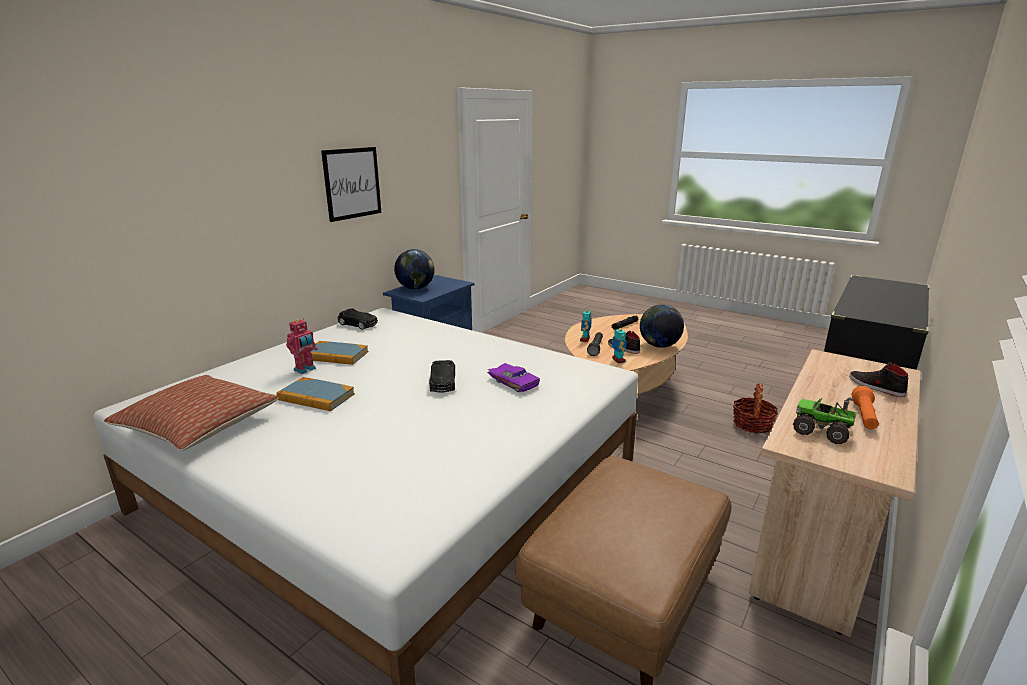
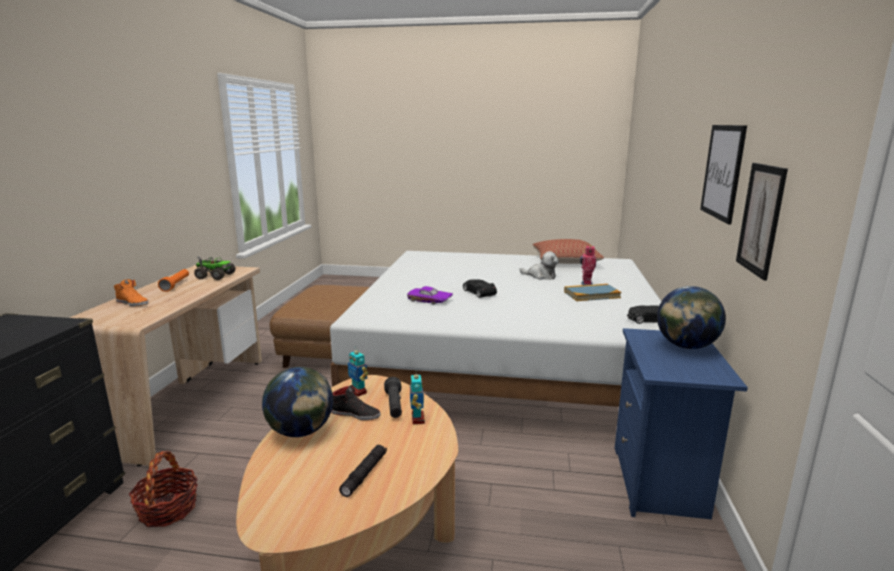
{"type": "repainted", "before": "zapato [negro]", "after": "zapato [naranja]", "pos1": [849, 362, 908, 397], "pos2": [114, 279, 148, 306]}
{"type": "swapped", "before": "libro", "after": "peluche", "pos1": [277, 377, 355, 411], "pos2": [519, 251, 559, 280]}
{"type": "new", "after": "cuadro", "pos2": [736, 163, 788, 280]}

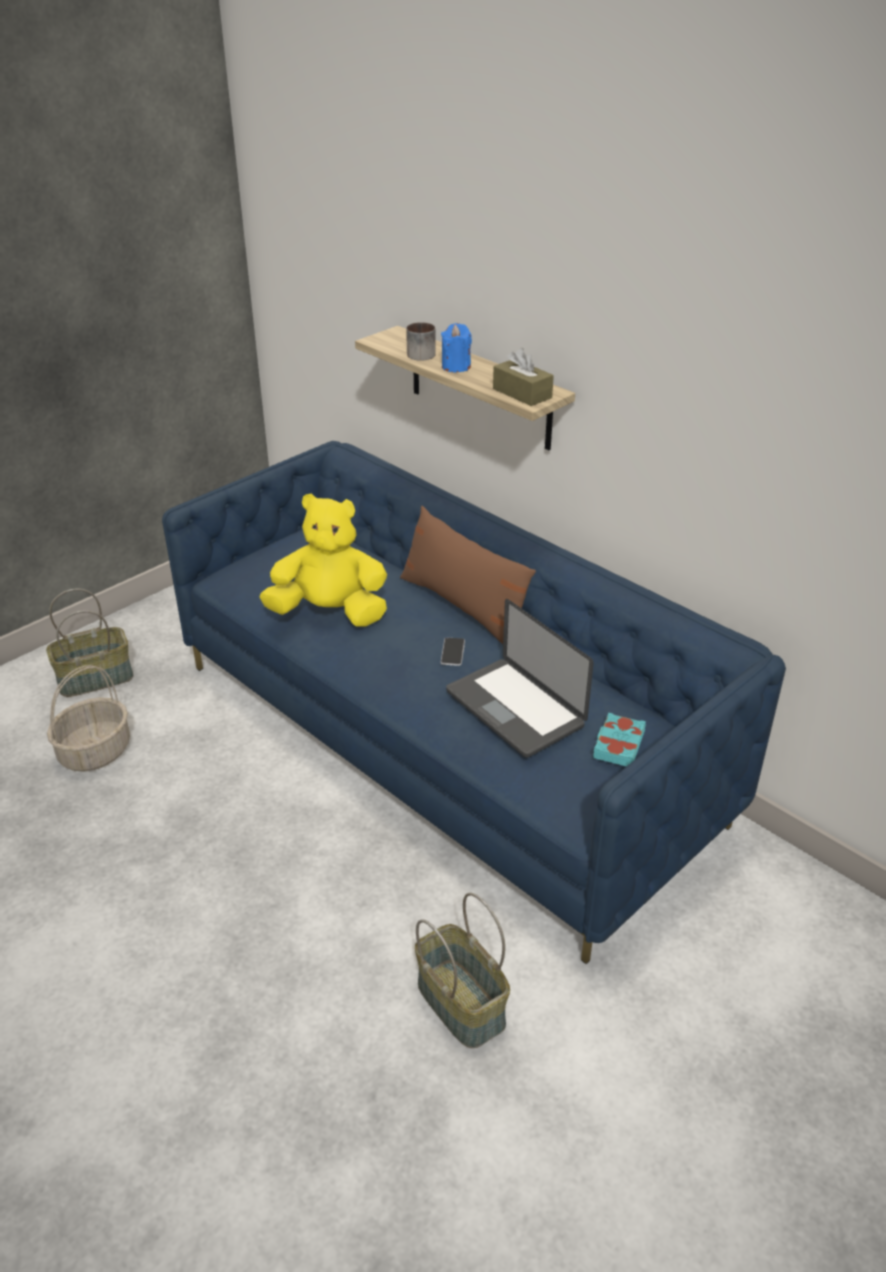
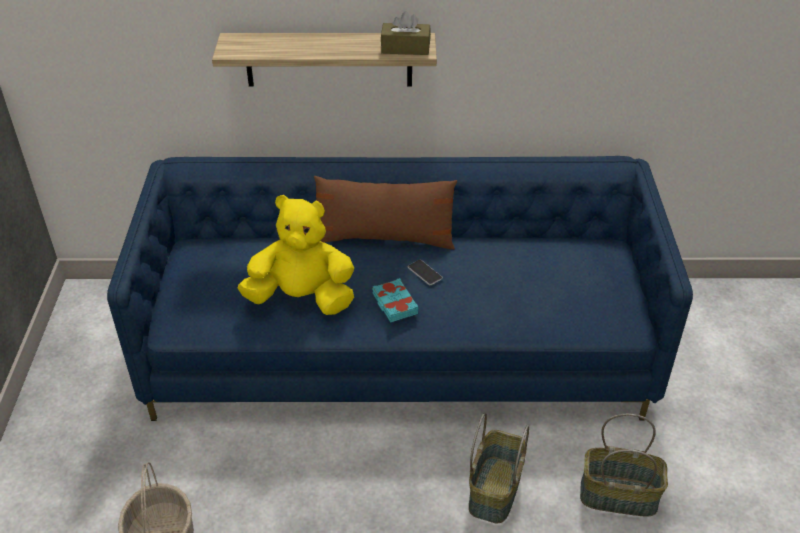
{"type": "gone", "before": "taza grande", "pos1": [406, 322, 436, 361]}
{"type": "gone", "before": "vela [azul]", "pos1": [441, 323, 472, 372]}
{"type": "rotated", "before": "peluche [amarillo]", "pos1": [259, 494, 387, 626], "pos2": [238, 195, 354, 315], "turn": 45}
{"type": "shifted", "before": "cesta", "pos1": [46, 589, 134, 697], "pos2": [469, 413, 530, 524]}
{"type": "gone", "before": "portátil", "pos1": [446, 599, 594, 758]}
{"type": "shifted", "before": "libro [turquesa]", "pos1": [593, 713, 646, 767], "pos2": [372, 278, 419, 323]}

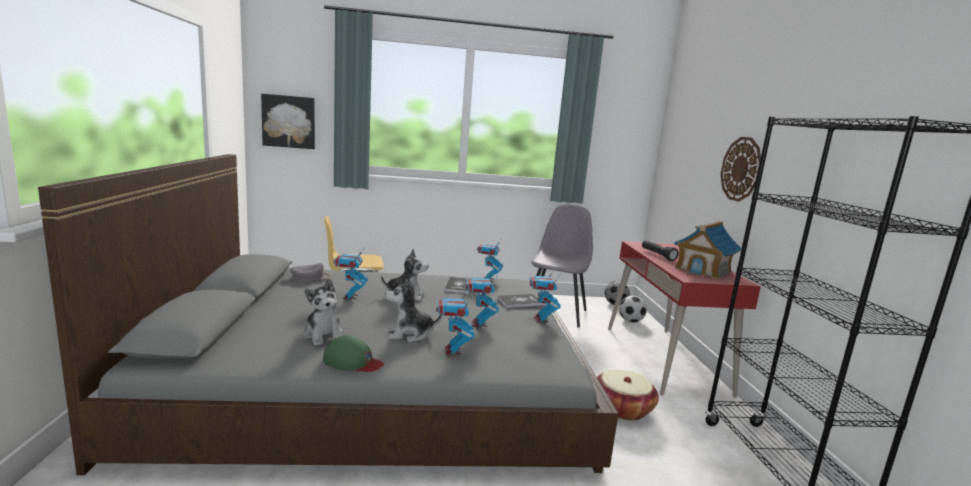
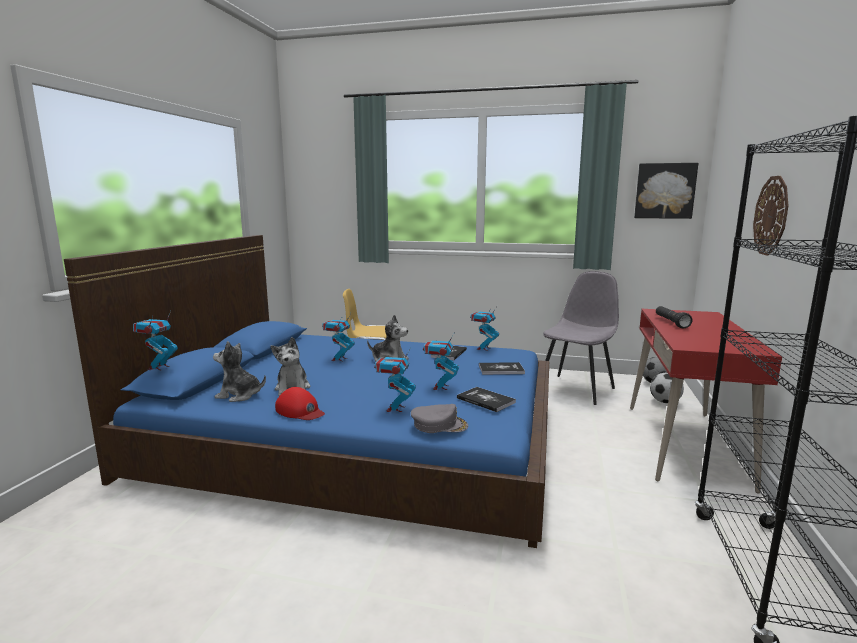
{"type": "shifted", "before": "cuadro", "pos1": [261, 94, 315, 149], "pos2": [634, 163, 698, 219]}
{"type": "repainted", "before": "cama [gris]", "after": "cama [azul]", "pos1": [38, 154, 619, 475], "pos2": [64, 235, 549, 548]}
{"type": "gone", "before": "casita", "pos1": [674, 221, 742, 279]}
{"type": "shifted", "before": "gorra [gris]", "pos1": [290, 263, 332, 282], "pos2": [411, 404, 468, 433]}
{"type": "shifted", "before": "robot de juguete", "pos1": [529, 268, 561, 323], "pos2": [133, 311, 178, 370]}
{"type": "shifted", "before": "peluche", "pos1": [385, 279, 442, 342], "pos2": [213, 341, 266, 402]}
{"type": "repainted", "before": "gorra [verde]", "after": "gorra [rojo]", "pos1": [323, 335, 384, 372], "pos2": [275, 387, 325, 420]}
{"type": "gone", "before": "cesta", "pos1": [597, 369, 659, 421]}
{"type": "new", "after": "libro", "pos2": [457, 387, 516, 412]}

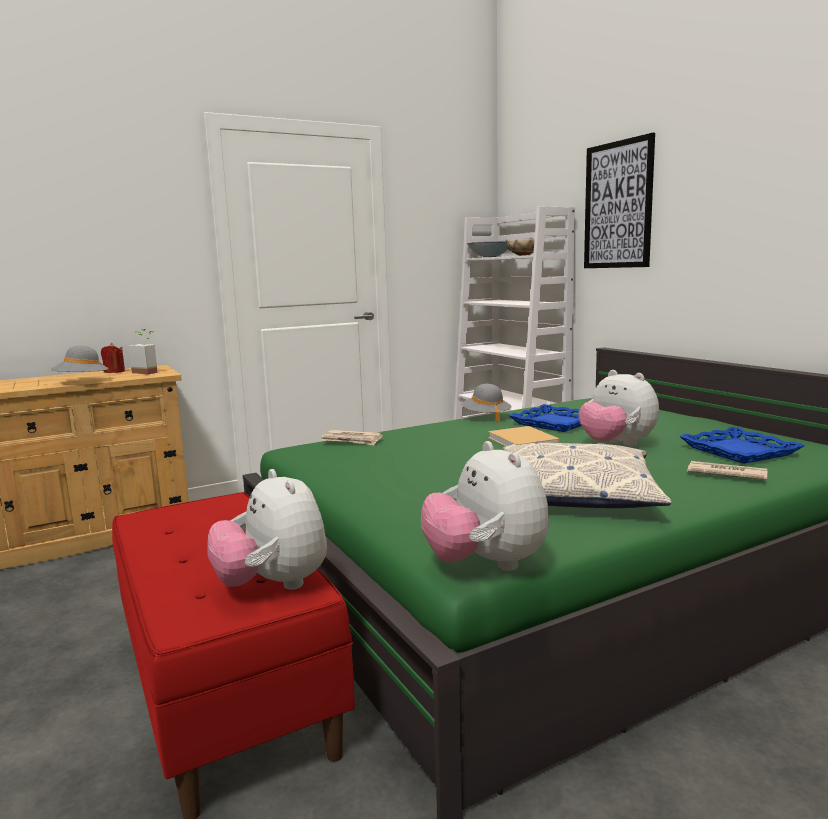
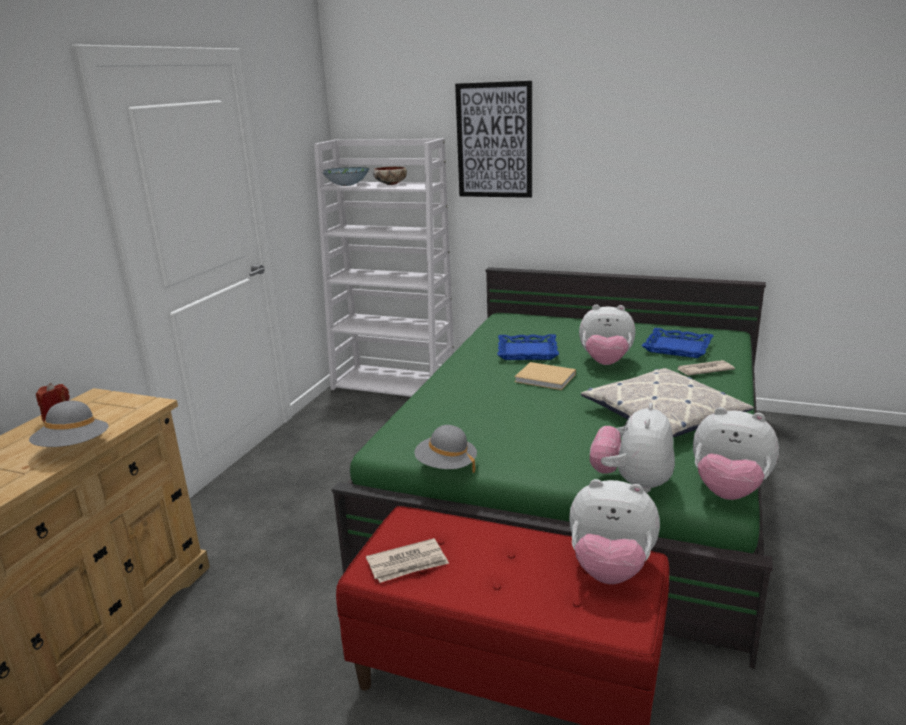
{"type": "gone", "before": "planta en maceta", "pos1": [129, 329, 158, 374]}
{"type": "shifted", "before": "sombrero [gris]", "pos1": [461, 384, 511, 423], "pos2": [414, 425, 477, 473]}
{"type": "shifted", "before": "periódico", "pos1": [321, 430, 383, 445], "pos2": [366, 538, 449, 583]}
{"type": "new", "after": "peluche", "pos2": [590, 403, 675, 493]}

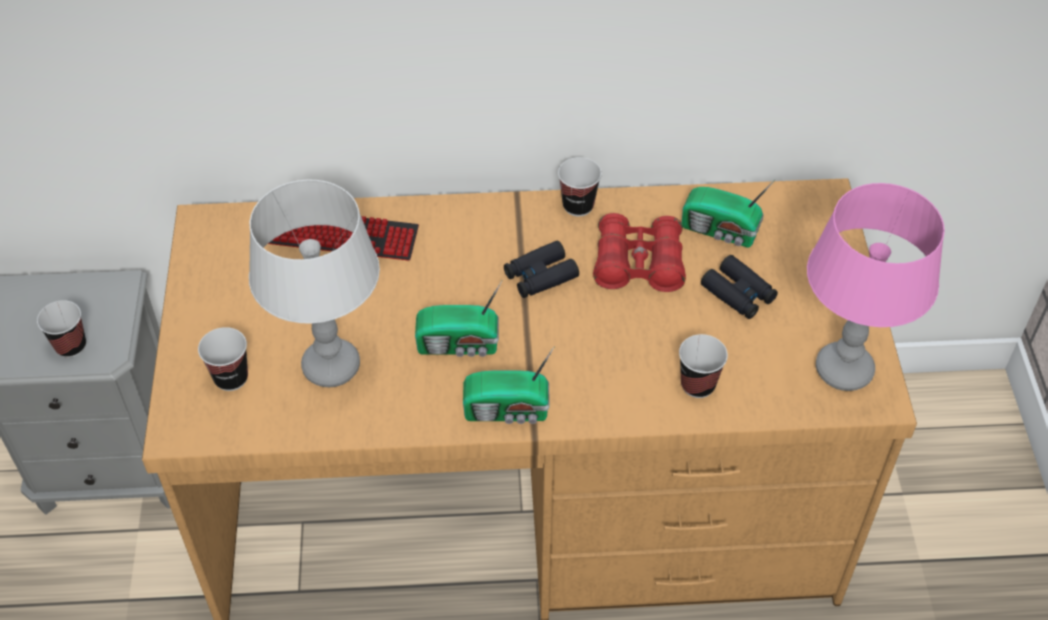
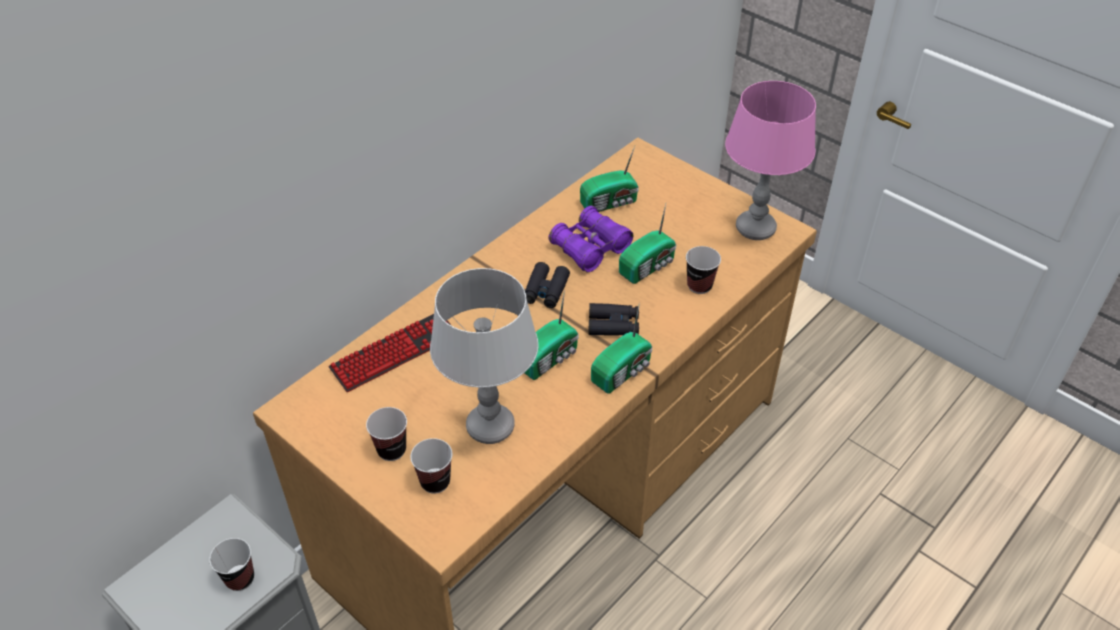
{"type": "shifted", "before": "taza", "pos1": [558, 157, 602, 216], "pos2": [366, 407, 407, 461]}
{"type": "repainted", "before": "prismáticos [rojo]", "after": "prismáticos [morado]", "pos1": [593, 213, 686, 292], "pos2": [549, 206, 633, 272]}
{"type": "shifted", "before": "prismáticos [negro]", "pos1": [701, 255, 778, 319], "pos2": [588, 303, 639, 335]}
{"type": "new", "after": "radio", "pos2": [619, 204, 676, 284]}

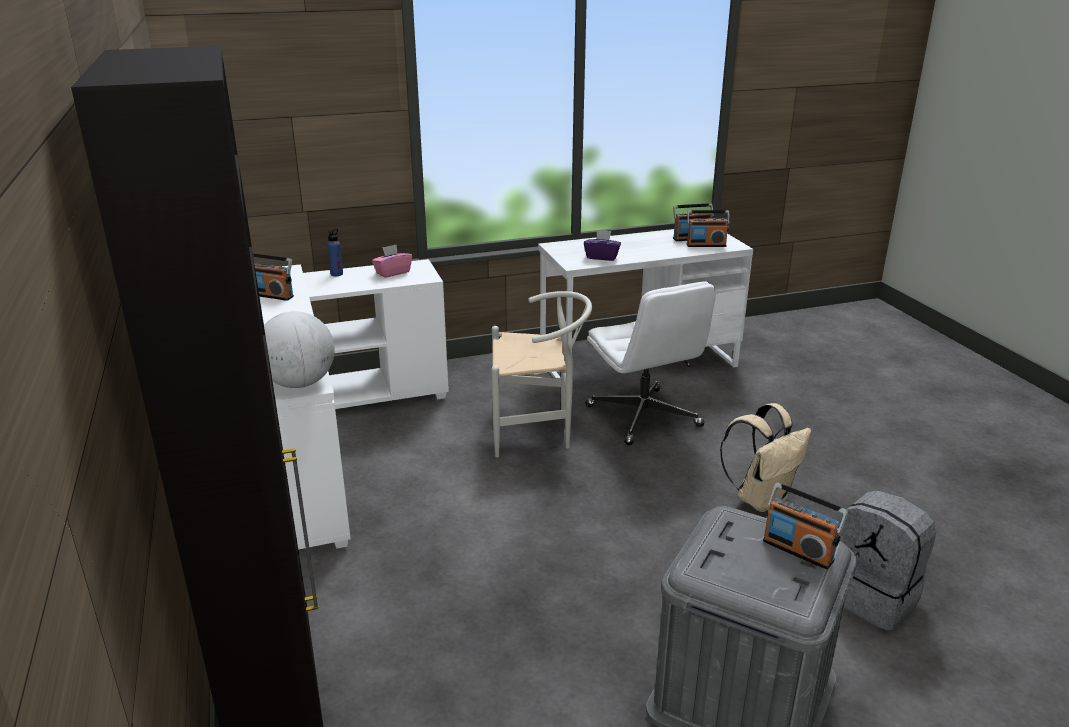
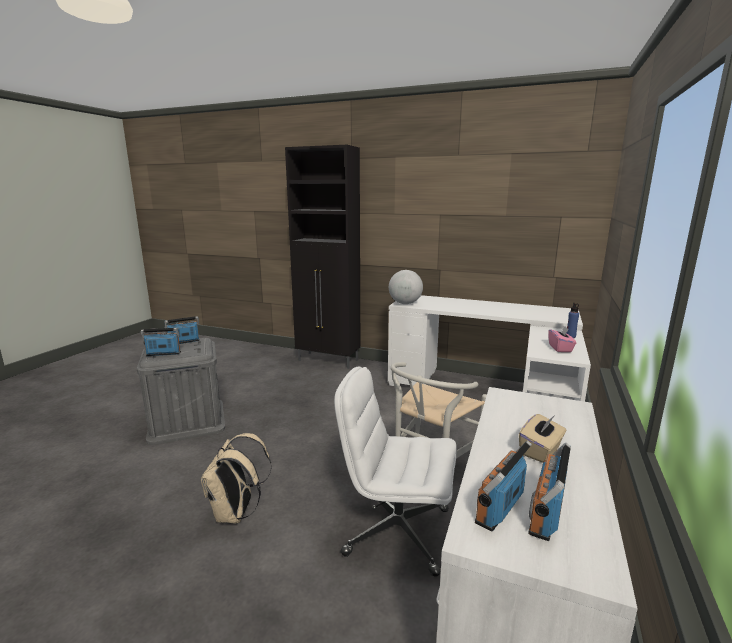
{"type": "gone", "before": "caja de pañuelos [morado]", "pos1": [584, 230, 621, 261]}
{"type": "shifted", "before": "radio", "pos1": [253, 254, 294, 301], "pos2": [165, 316, 200, 344]}
{"type": "gone", "before": "mochila [gris]", "pos1": [839, 490, 936, 631]}
{"type": "new", "after": "caja de pañuelos [beis]", "pos2": [519, 414, 567, 463]}

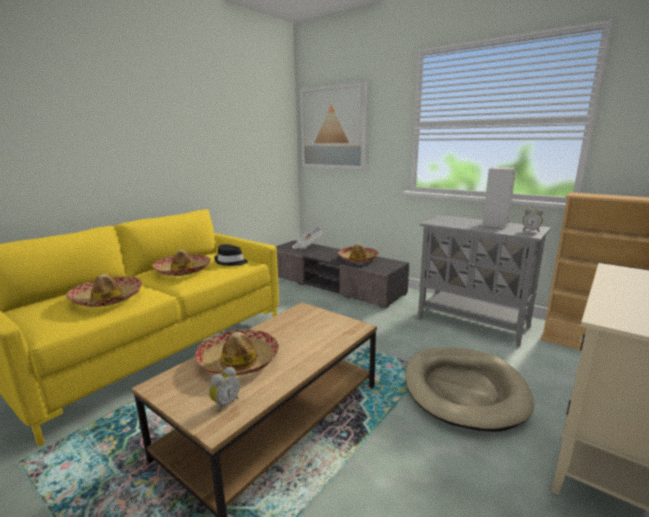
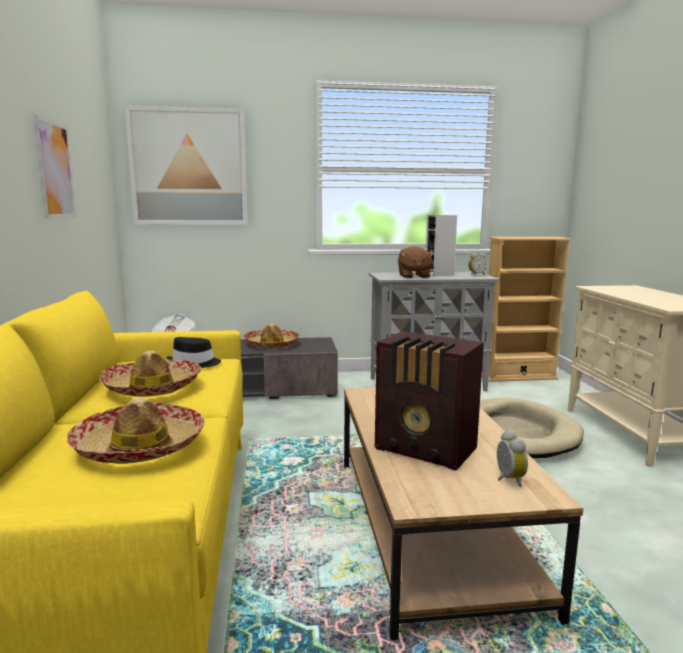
{"type": "swapped", "before": "sombrero", "after": "radio", "pos1": [195, 329, 279, 376], "pos2": [375, 331, 484, 471]}
{"type": "new", "after": "cuadro", "pos2": [33, 114, 77, 219]}
{"type": "new", "after": "peluche [marrón]", "pos2": [398, 246, 435, 278]}

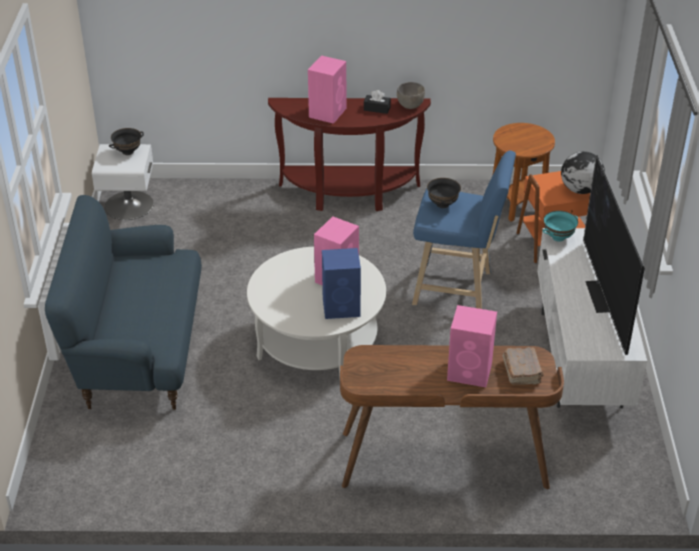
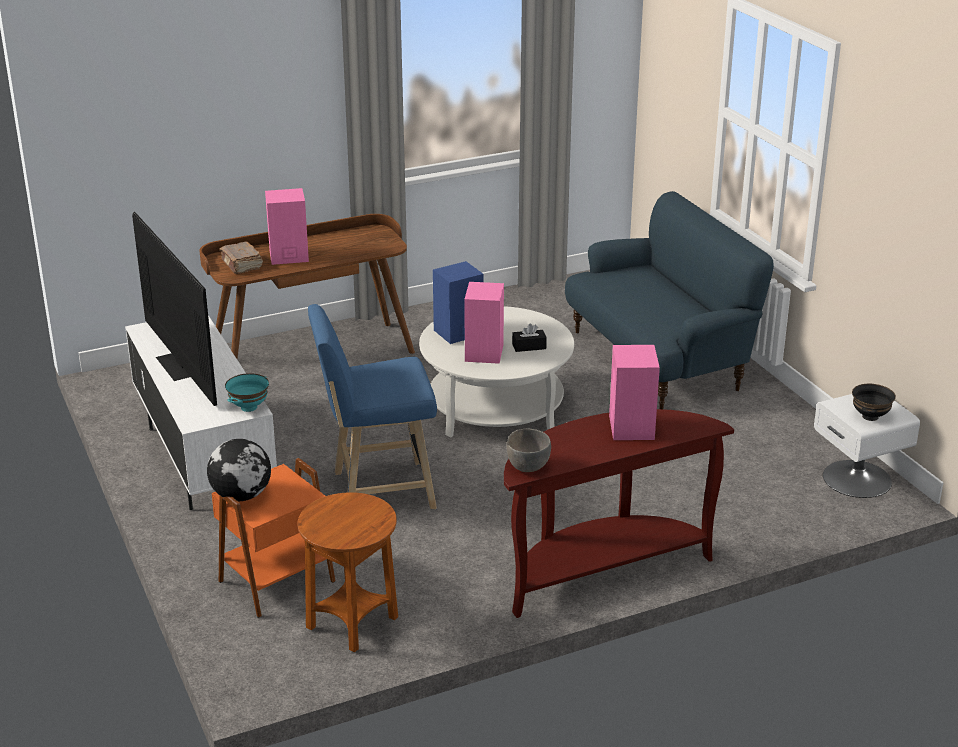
{"type": "shifted", "before": "caja de pañuelos [negro]", "pos1": [364, 90, 391, 114], "pos2": [512, 323, 547, 352]}
{"type": "gone", "before": "cuenco [negro]", "pos1": [427, 178, 461, 208]}

